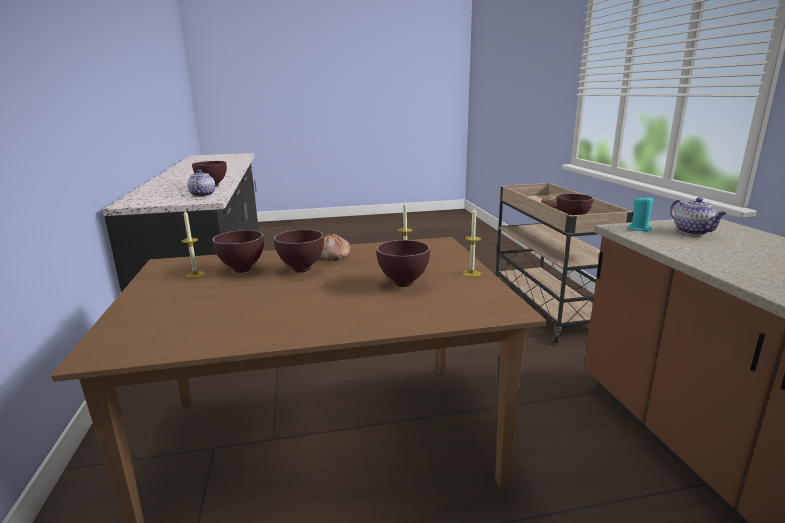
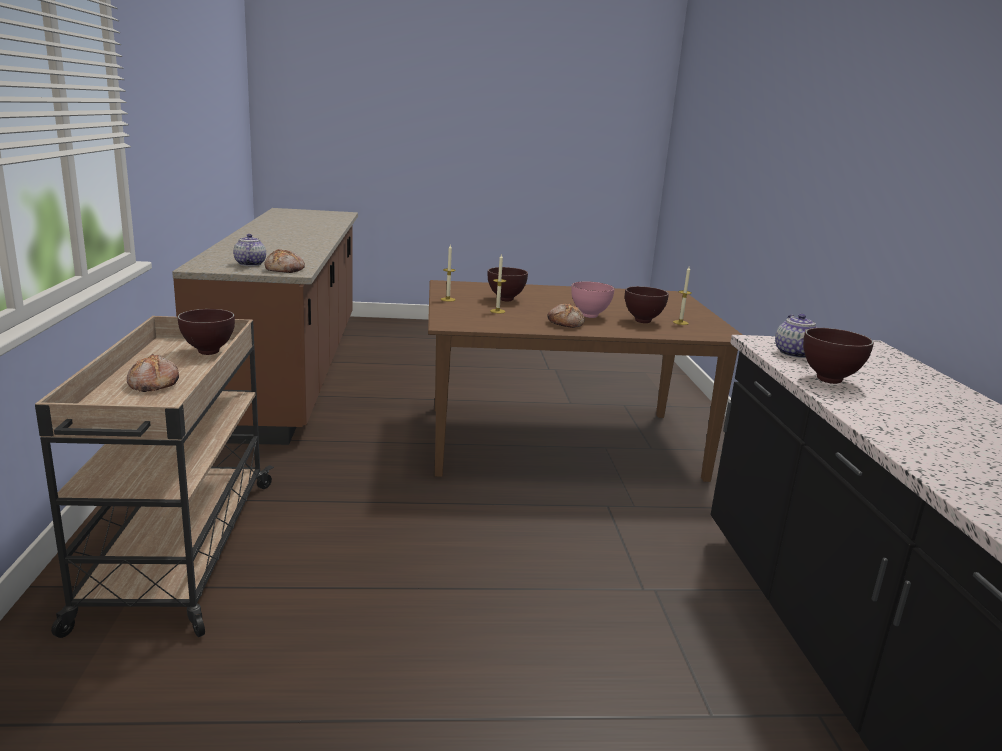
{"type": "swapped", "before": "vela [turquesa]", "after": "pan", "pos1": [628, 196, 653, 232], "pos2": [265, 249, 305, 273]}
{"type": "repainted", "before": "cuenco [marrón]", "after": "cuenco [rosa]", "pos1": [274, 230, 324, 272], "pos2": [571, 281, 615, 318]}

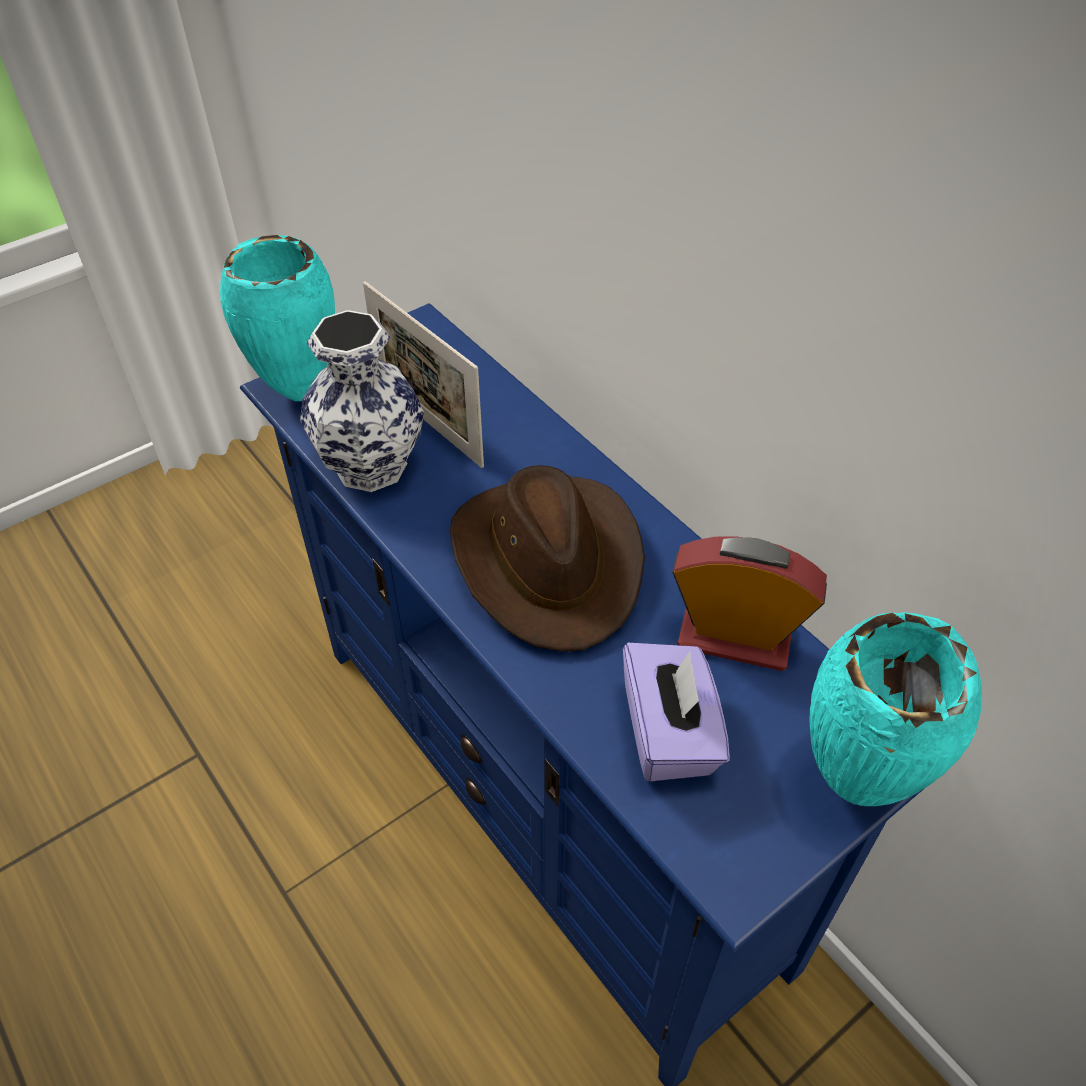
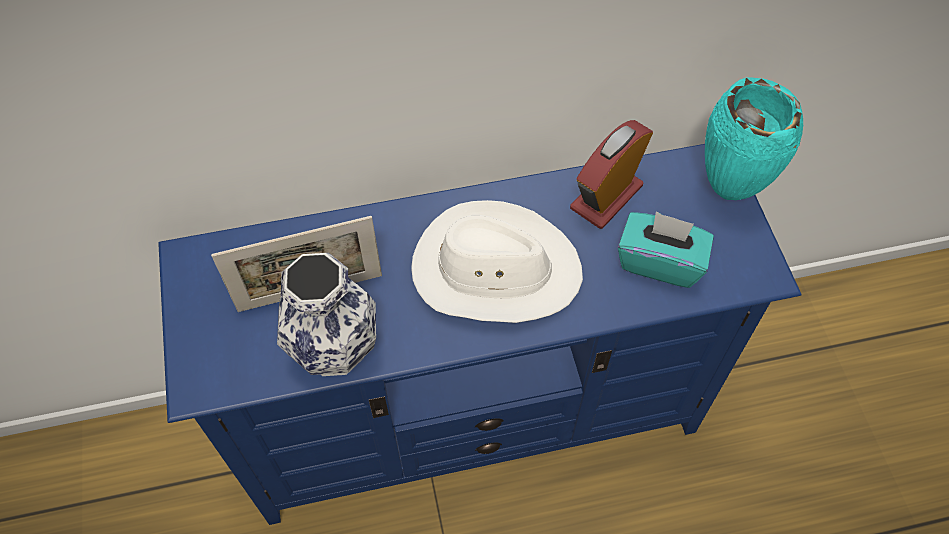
{"type": "gone", "before": "florero [turquesa]", "pos1": [220, 235, 335, 401]}
{"type": "repainted", "before": "sombrero [marrón]", "after": "sombrero [blanco]", "pos1": [450, 465, 645, 651], "pos2": [411, 200, 583, 323]}
{"type": "repainted", "before": "caja de pañuelos [morado]", "after": "caja de pañuelos [turquesa]", "pos1": [623, 643, 730, 782], "pos2": [618, 211, 714, 288]}

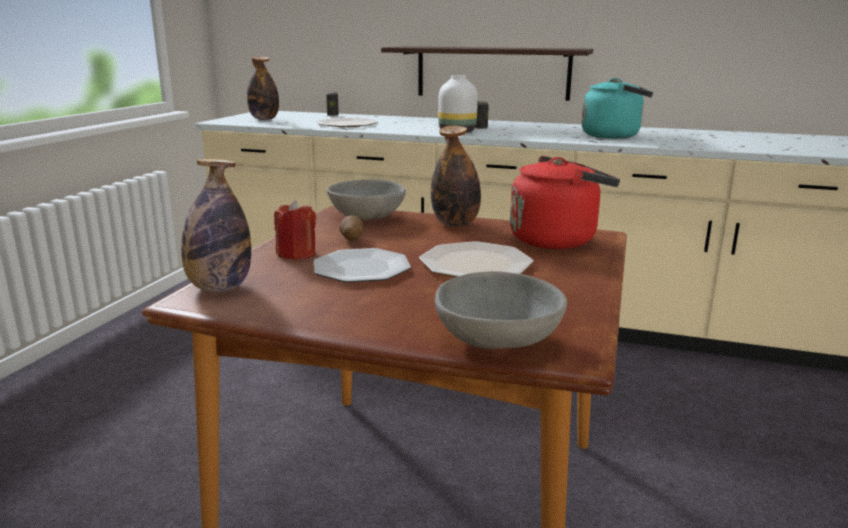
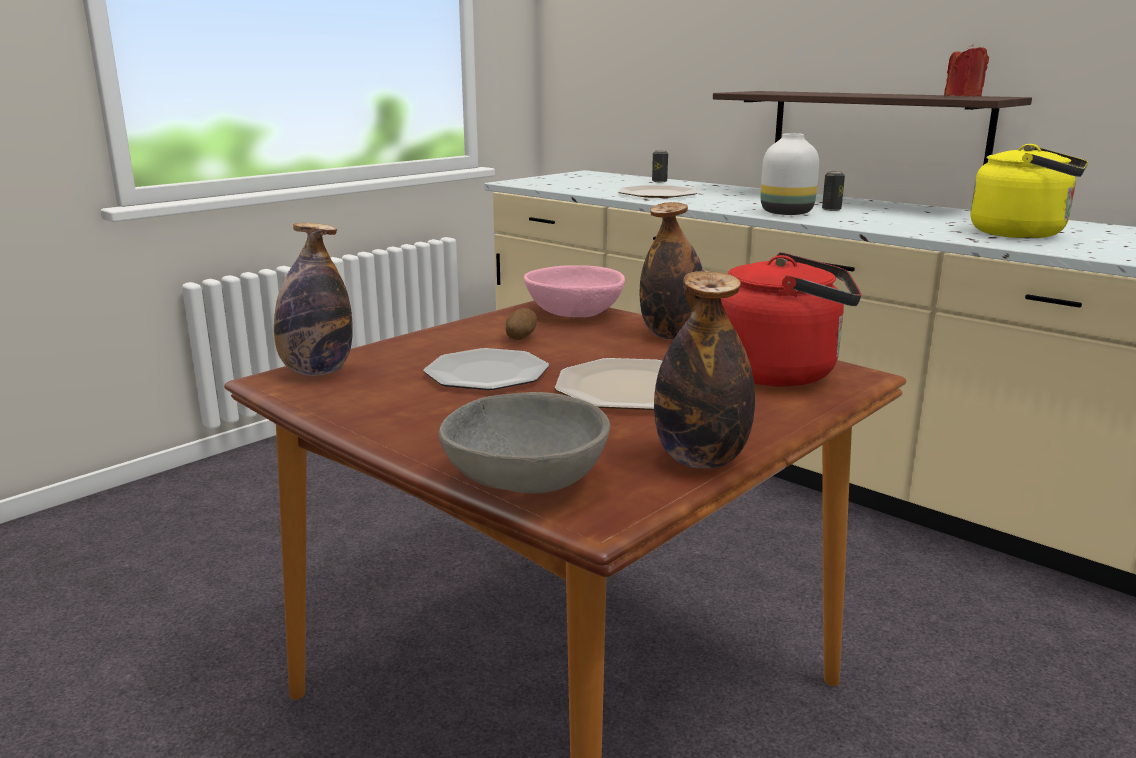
{"type": "shifted", "before": "botella", "pos1": [247, 56, 279, 120], "pos2": [654, 271, 755, 469]}
{"type": "repainted", "before": "hervidor [turquesa]", "after": "hervidor [amarillo]", "pos1": [582, 78, 653, 139], "pos2": [970, 144, 1088, 238]}
{"type": "repainted", "before": "cuenco [gris]", "after": "cuenco [rosa]", "pos1": [326, 179, 406, 220], "pos2": [524, 265, 625, 317]}
{"type": "shifted", "before": "vela [rojo]", "pos1": [274, 200, 316, 260], "pos2": [944, 43, 989, 97]}

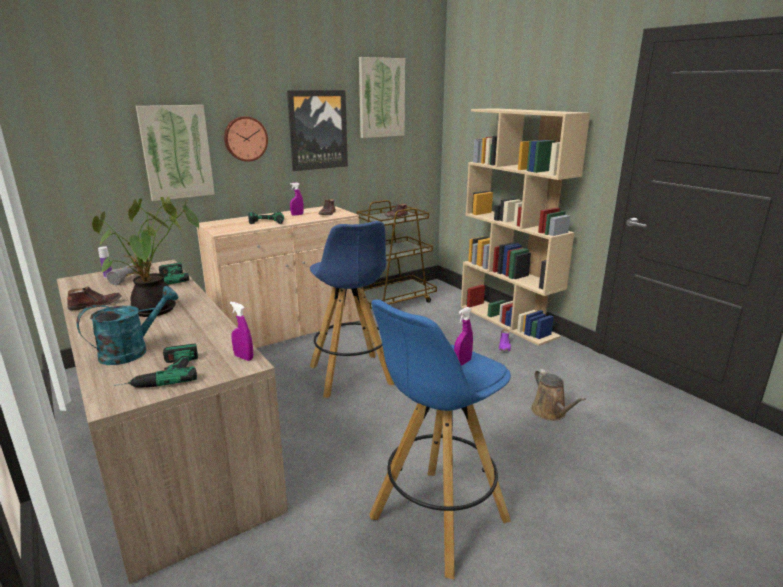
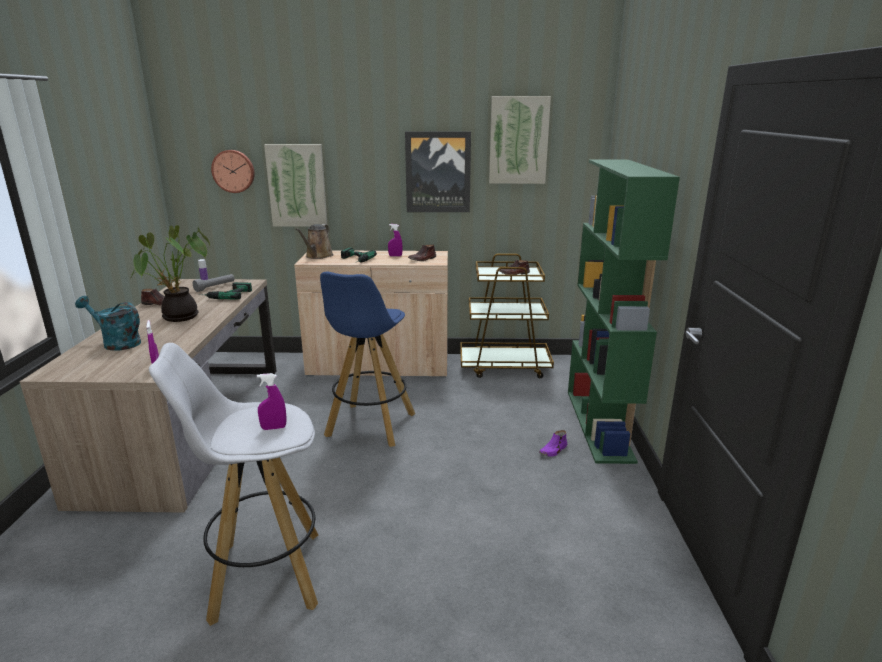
{"type": "repainted", "before": "estantería [beis]", "after": "estantería [verde]", "pos1": [461, 108, 590, 346], "pos2": [568, 160, 680, 464]}
{"type": "shifted", "before": "reloj de pared", "pos1": [224, 116, 268, 162], "pos2": [211, 150, 255, 193]}
{"type": "rotated", "before": "regadera [turquesa]", "pos1": [77, 286, 178, 365], "pos2": [75, 296, 141, 351], "turn": -150}
{"type": "repainted", "before": "taburete [azul]", "after": "taburete [blanco]", "pos1": [369, 299, 511, 579], "pos2": [149, 343, 318, 626]}
{"type": "gone", "before": "taladro", "pos1": [114, 344, 198, 388]}
{"type": "shifted", "before": "regadera [marrón]", "pos1": [531, 369, 586, 421], "pos2": [296, 224, 334, 259]}

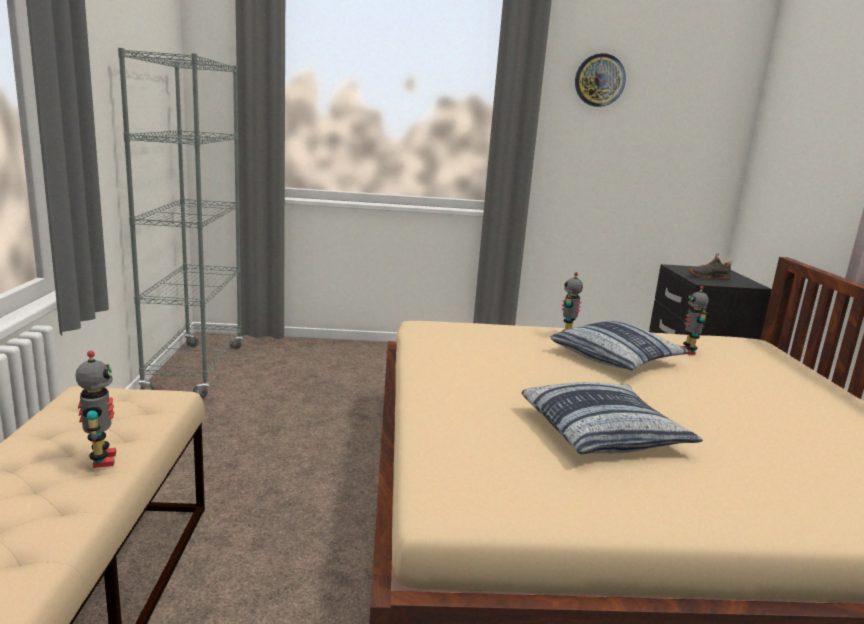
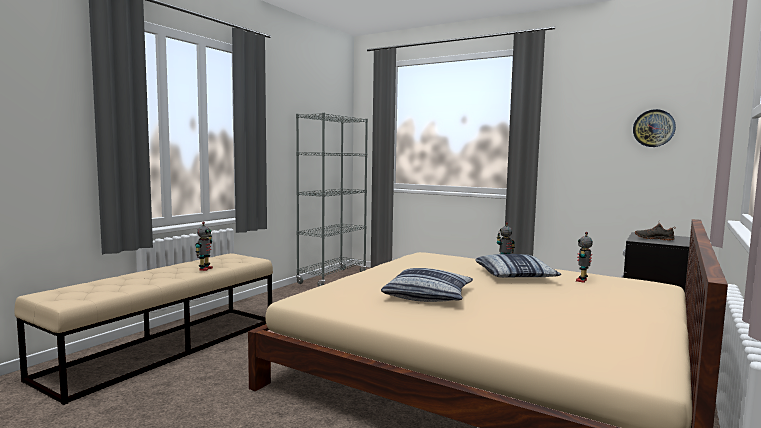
{"type": "shifted", "before": "reloj de pared", "pos1": [575, 53, 626, 107], "pos2": [633, 109, 676, 147]}

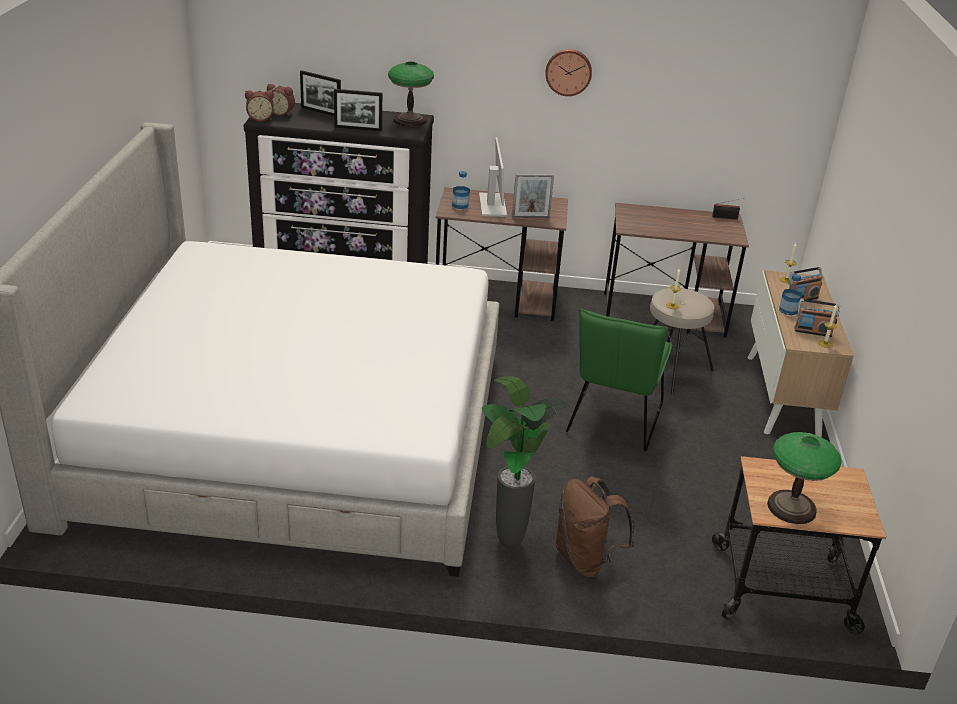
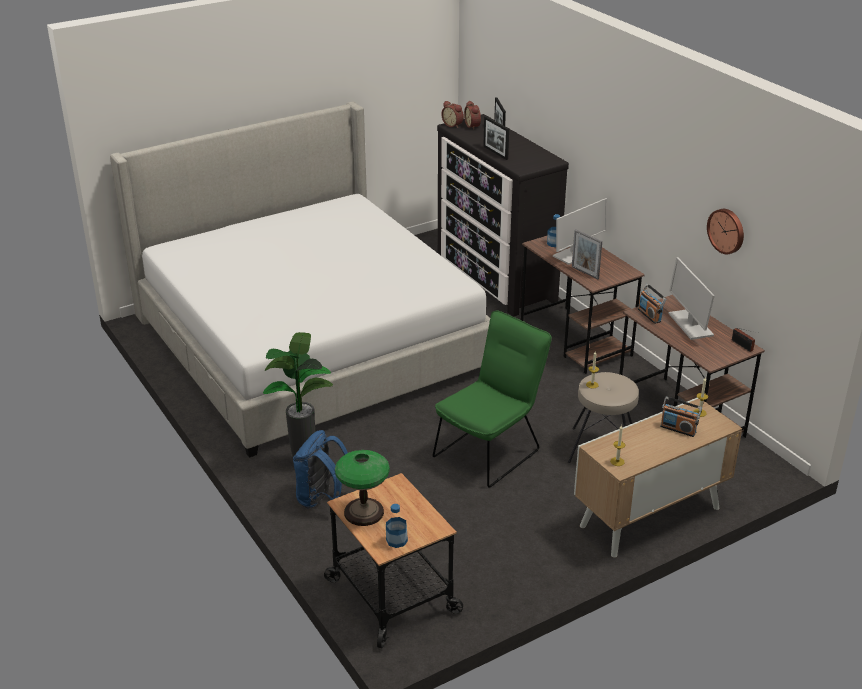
{"type": "shifted", "before": "reloj de pared", "pos1": [545, 49, 592, 96], "pos2": [707, 209, 744, 254]}
{"type": "gone", "before": "lámpara de mesa", "pos1": [388, 62, 434, 127]}
{"type": "shifted", "before": "botella", "pos1": [779, 274, 802, 315], "pos2": [386, 504, 408, 548]}
{"type": "shifted", "before": "radio", "pos1": [795, 299, 840, 337], "pos2": [638, 284, 667, 324]}
{"type": "rotated", "before": "silla [verde]", "pos1": [566, 309, 672, 451], "pos2": [433, 311, 552, 488], "turn": 150}
{"type": "repainted", "before": "mochila [marrón]", "after": "mochila [azul]", "pos1": [555, 476, 634, 578], "pos2": [293, 430, 348, 508]}
{"type": "new", "after": "monitor", "pos2": [669, 257, 715, 340]}

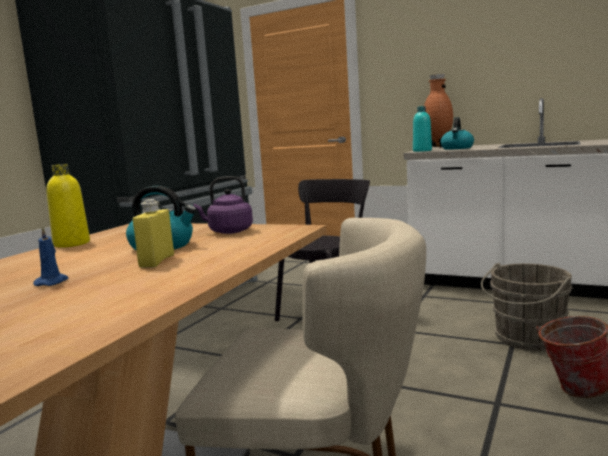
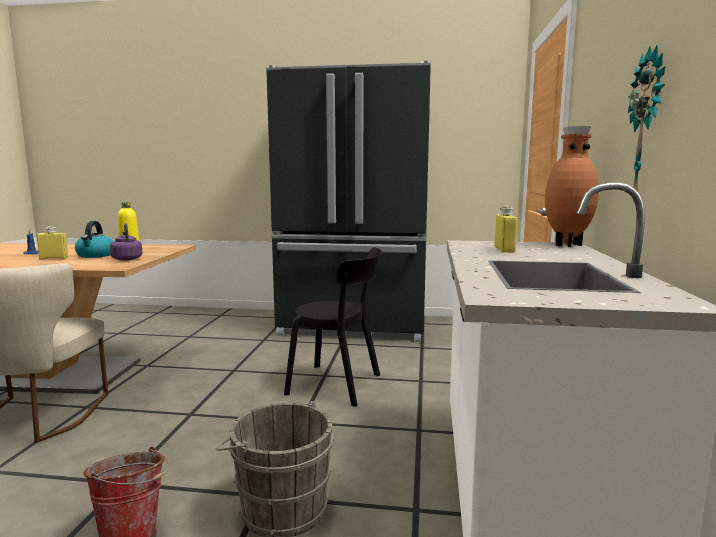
{"type": "gone", "before": "botella [turquesa]", "pos1": [413, 106, 432, 152]}
{"type": "swapped", "before": "hervidor", "after": "botella [amarillo]", "pos1": [441, 117, 474, 150], "pos2": [495, 206, 517, 253]}
{"type": "new", "after": "reloj de pared", "pos2": [628, 46, 665, 203]}

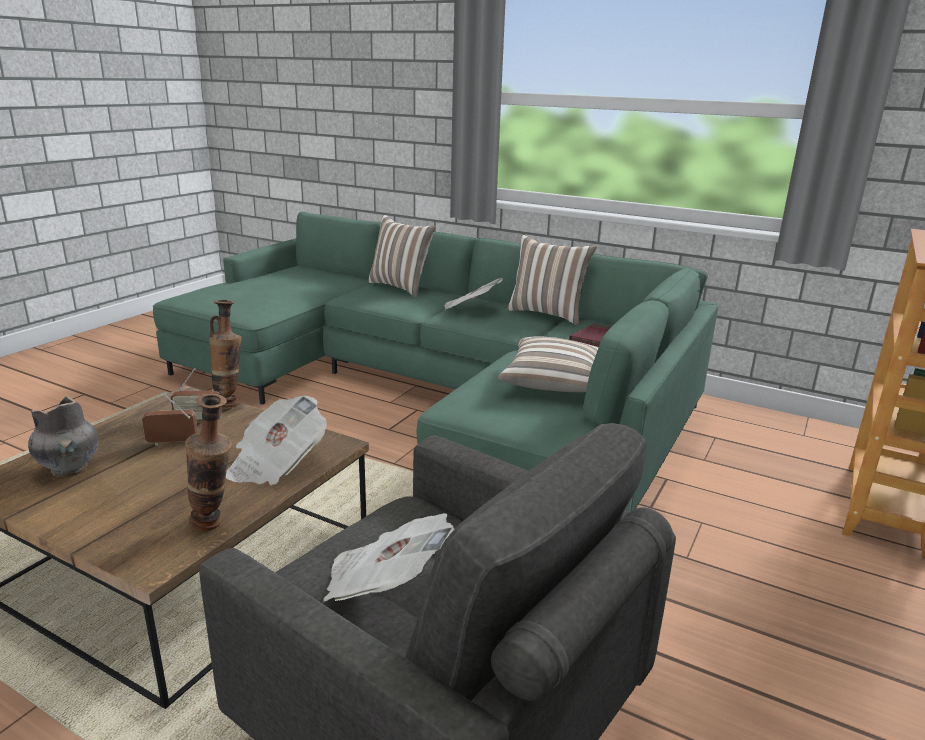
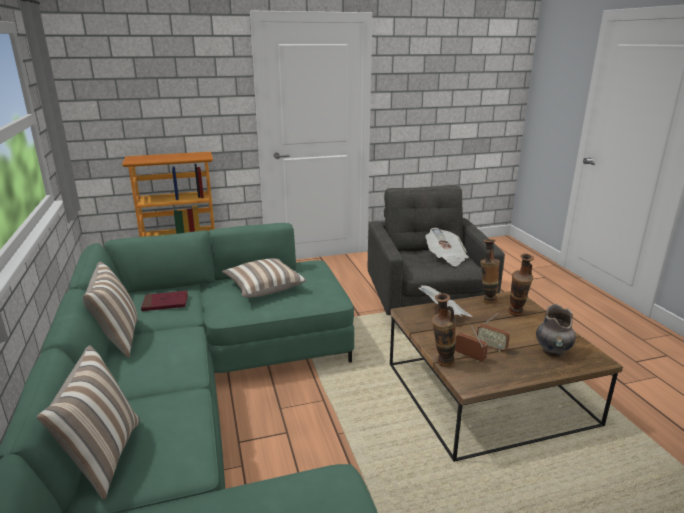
{"type": "gone", "before": "periódico", "pos1": [445, 278, 503, 310]}
{"type": "new", "after": "florero", "pos2": [508, 254, 534, 316]}

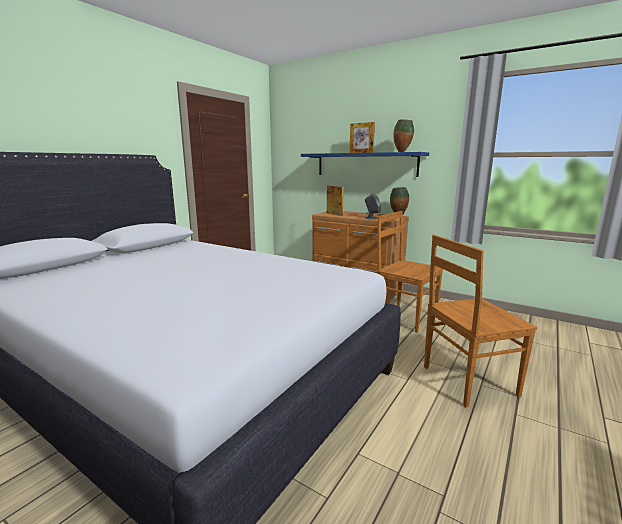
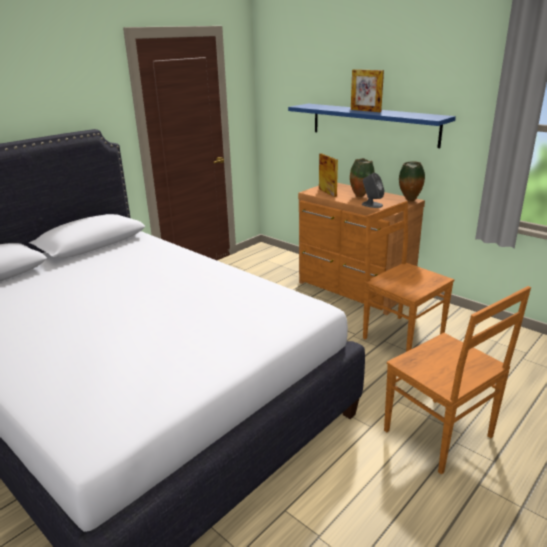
{"type": "shifted", "before": "florero", "pos1": [393, 119, 414, 152], "pos2": [350, 158, 375, 197]}
{"type": "rotated", "before": "silla [marrón]", "pos1": [424, 235, 537, 407], "pos2": [384, 286, 531, 474], "turn": -120}

